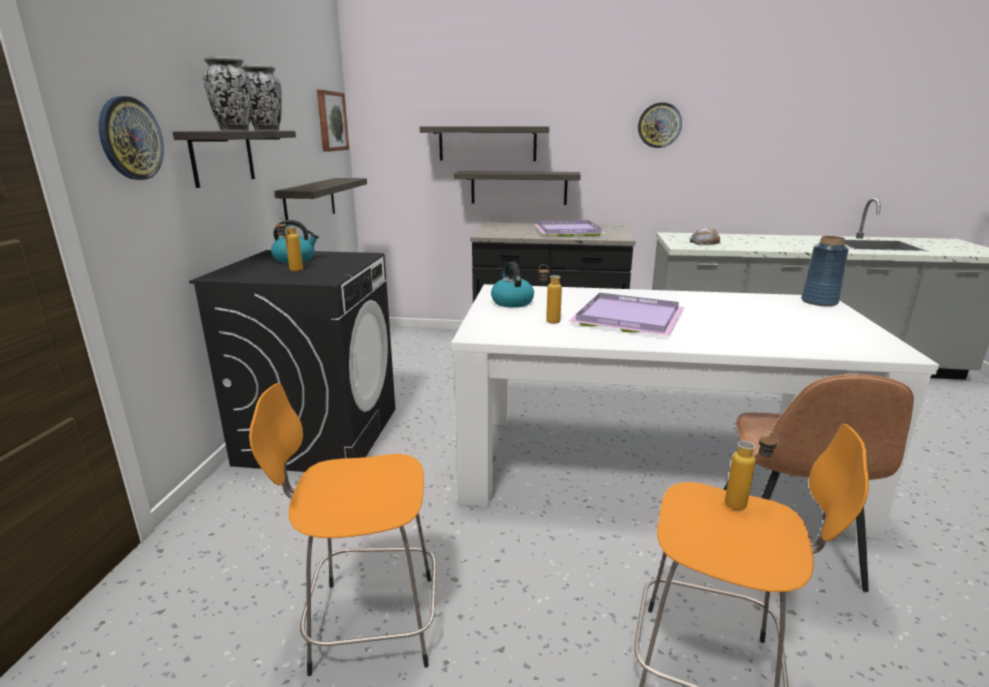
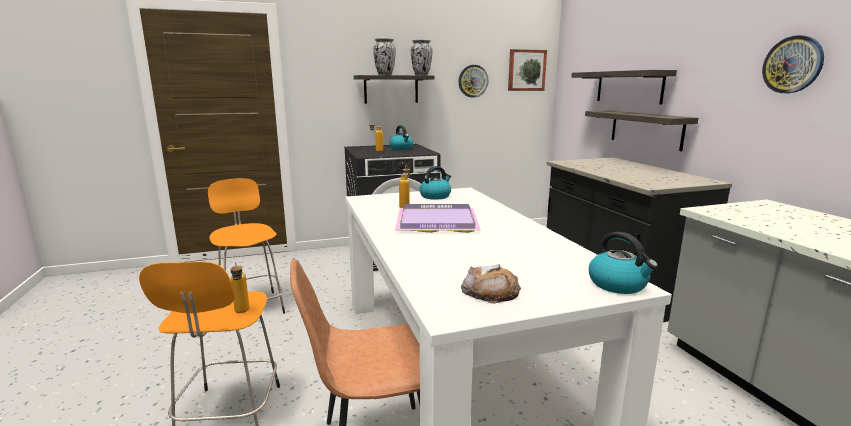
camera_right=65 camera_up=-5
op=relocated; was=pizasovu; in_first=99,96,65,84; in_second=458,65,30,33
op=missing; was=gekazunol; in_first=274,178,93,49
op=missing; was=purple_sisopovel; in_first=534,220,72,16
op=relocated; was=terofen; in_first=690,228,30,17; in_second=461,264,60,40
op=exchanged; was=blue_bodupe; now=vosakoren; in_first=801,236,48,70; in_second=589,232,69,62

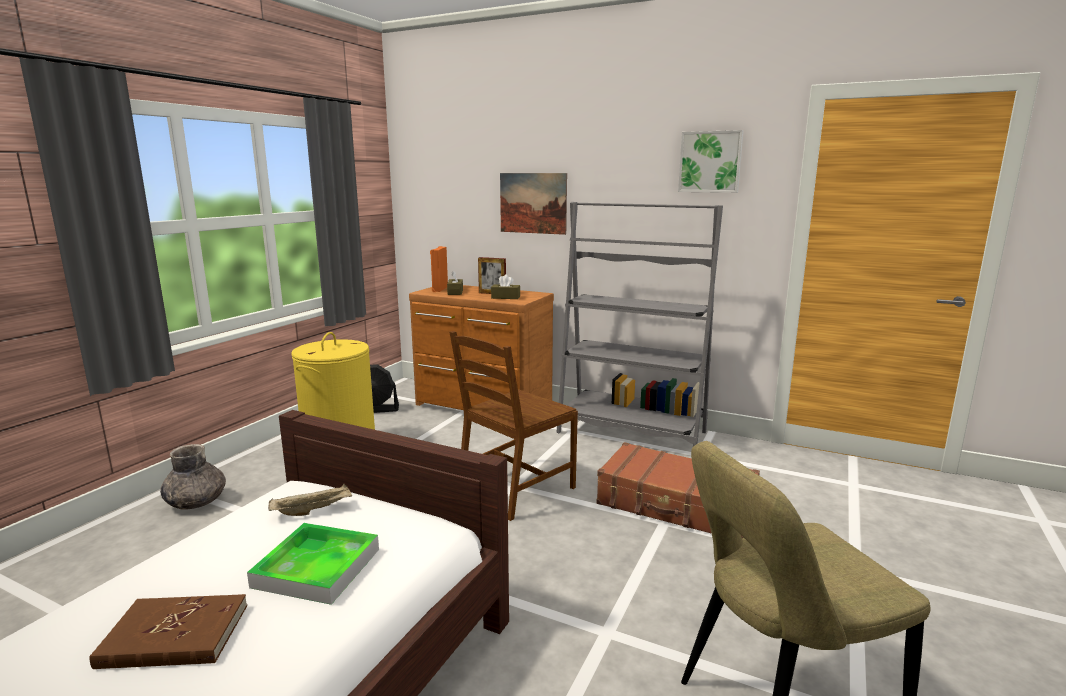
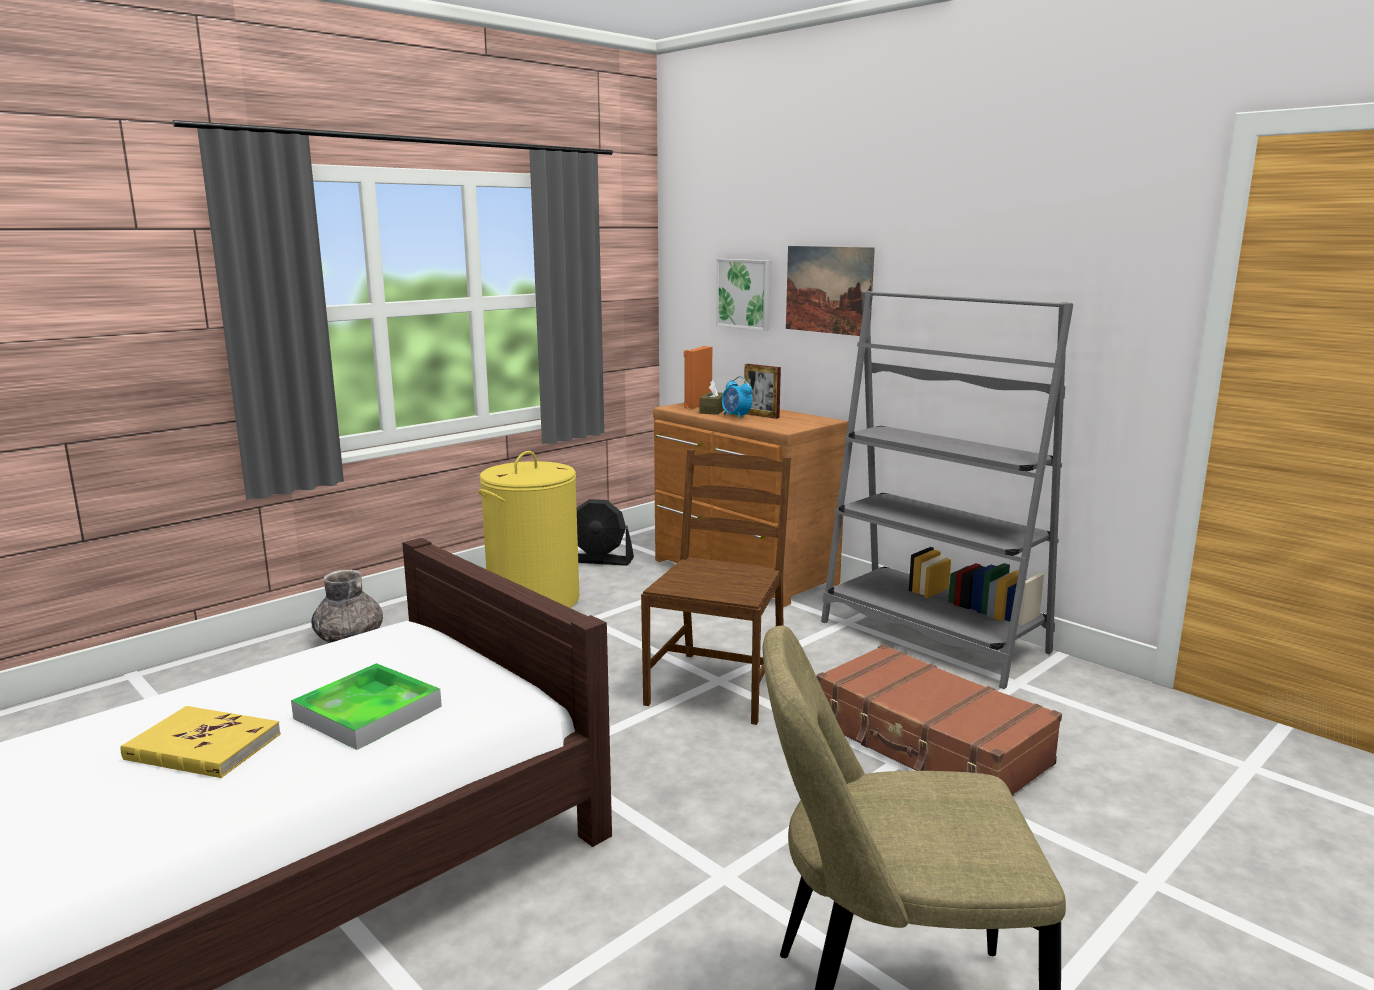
camera_right=20 camera_up=0
op=colour; was=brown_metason; now=yellow_metason; in_first=89,594,158,75; in_second=121,706,160,72
op=missing; was=beige_sisopovel; in_first=268,484,84,32
op=spun; was=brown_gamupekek; in_first=450,331,128,190; in_second=641,449,150,276; clockwise=135
op=missing; was=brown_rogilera; in_first=491,274,29,25
op=relocated; was=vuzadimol; in_first=678,130,65,63; in_second=716,259,56,72
op=appeared; now=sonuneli; in_second=722,376,30,43

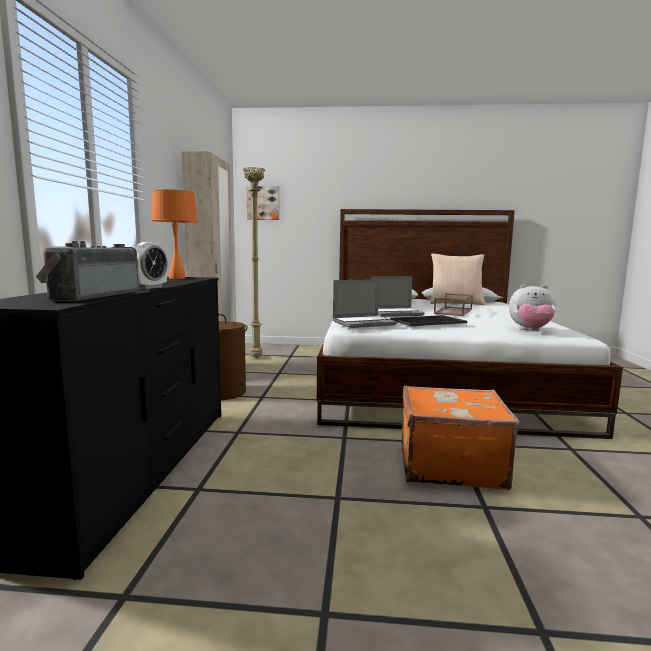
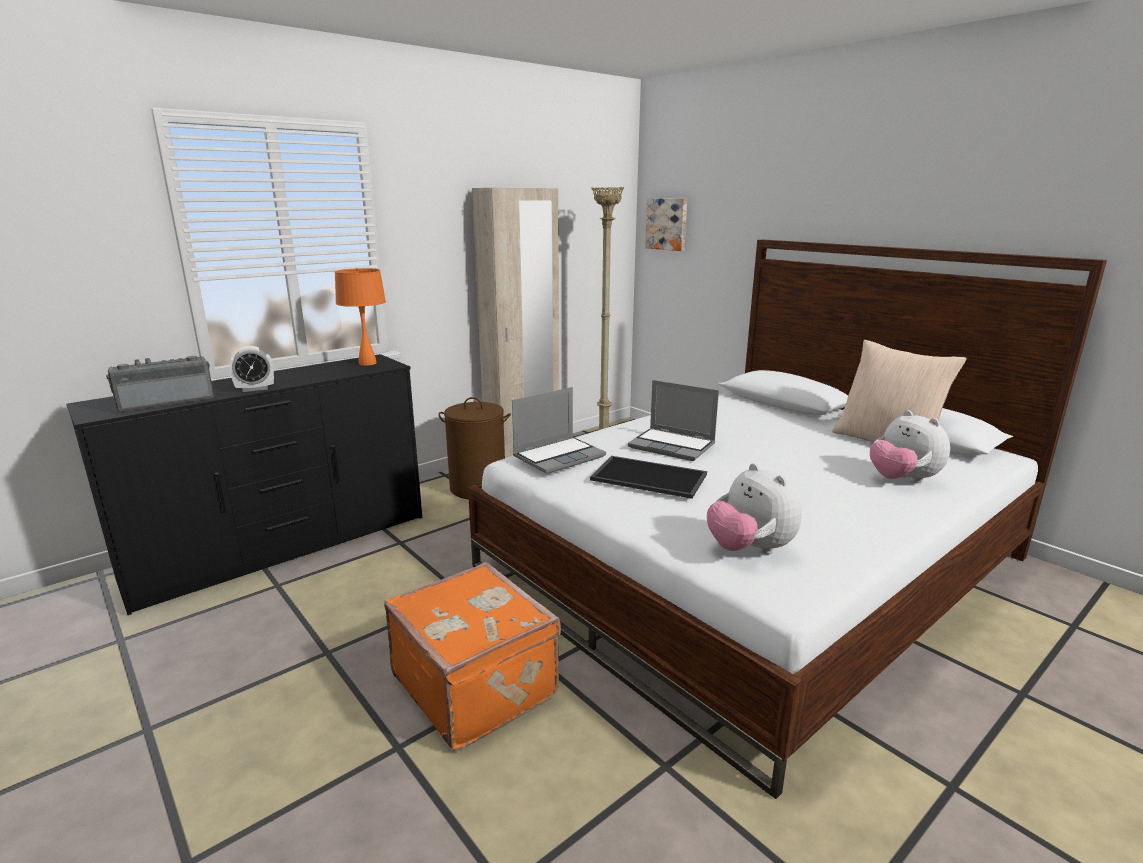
camera_right=45 camera_up=10
op=spun; was=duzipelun; in_first=332,279,65,49; in_second=512,387,94,87; clockwise=-60
op=missing; was=brown_sisopovel; in_first=434,293,39,23
op=appeared; now=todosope; in_second=870,410,80,73

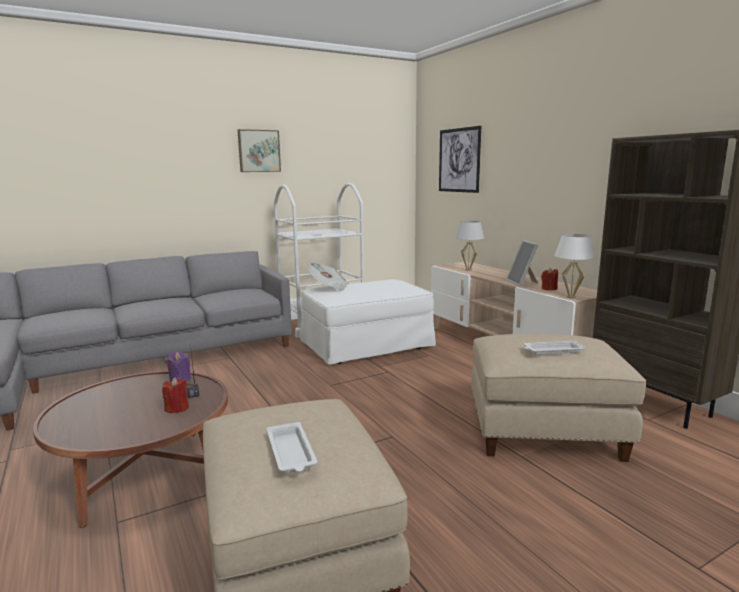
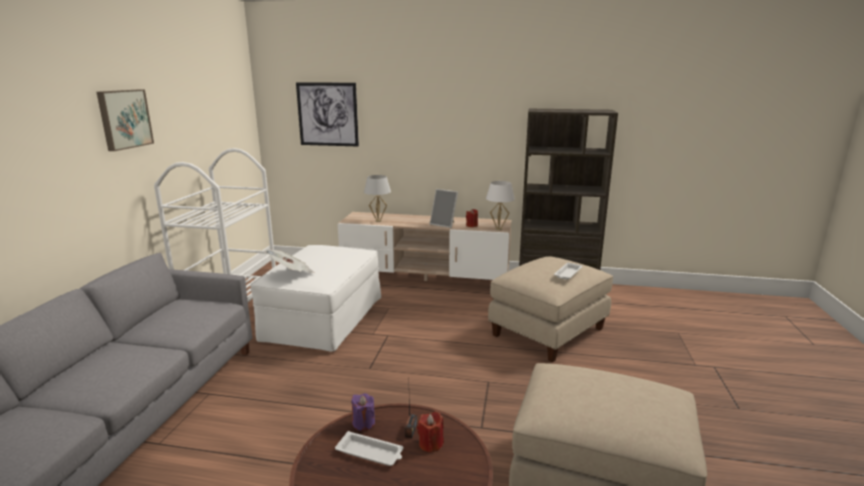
camera_right=-50 camera_up=5
op=relocated; was=white_sisopovel; in_first=267,422,51,51; in_second=335,431,68,35

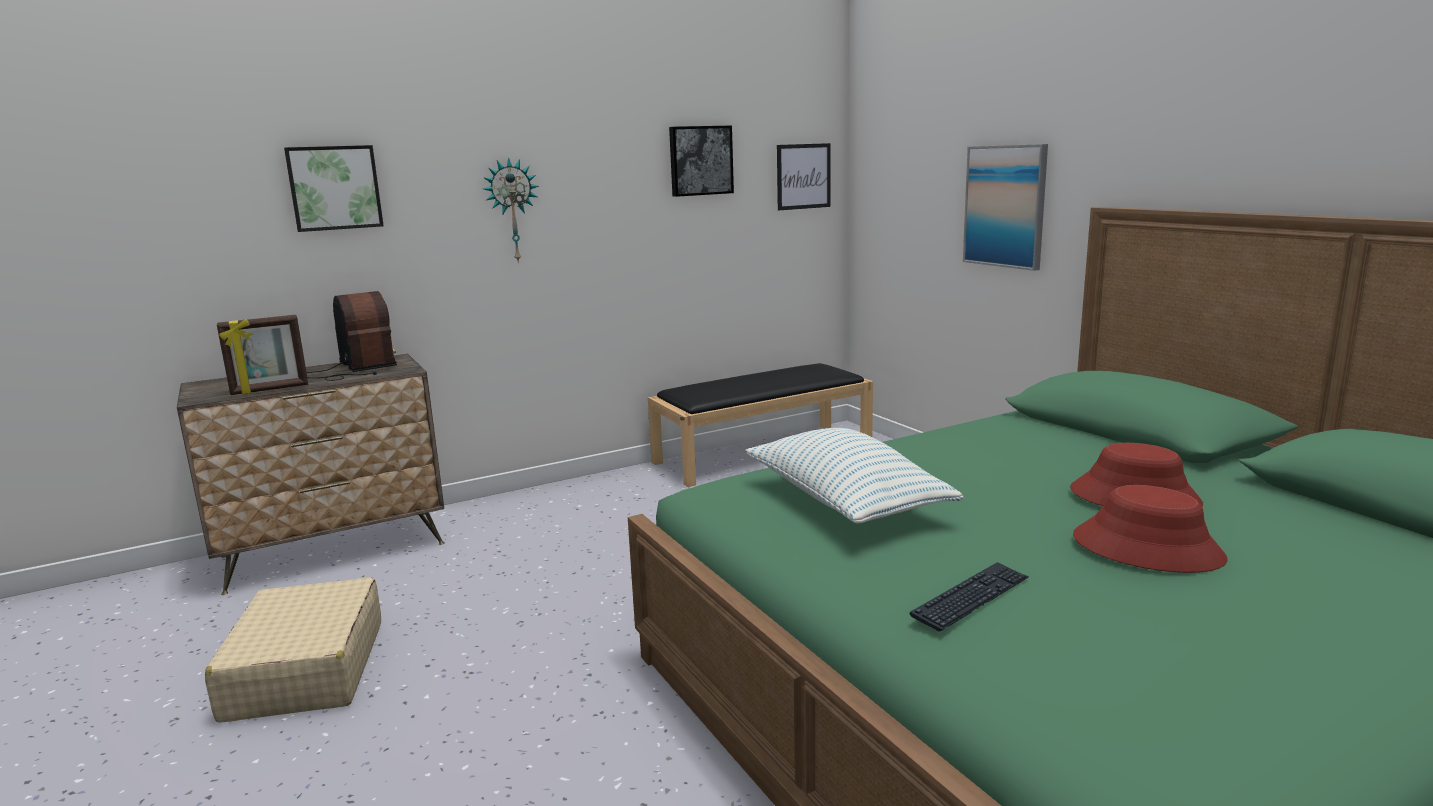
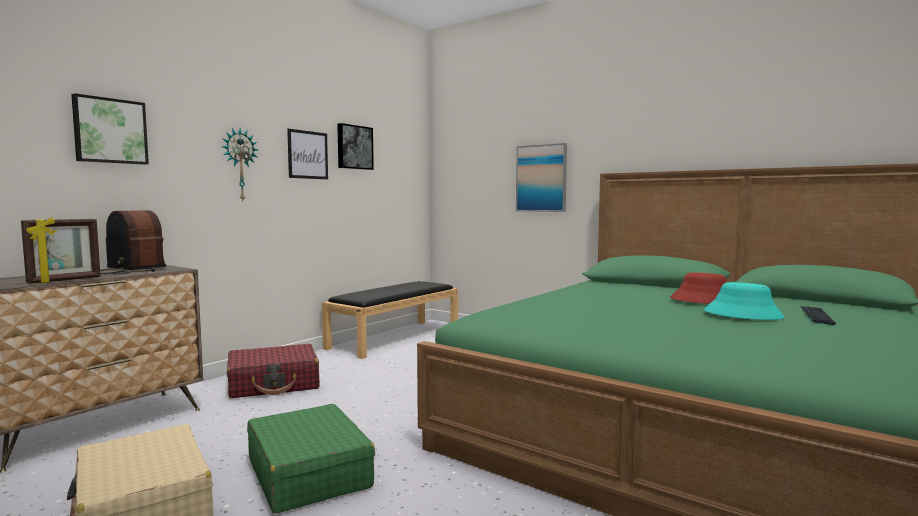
camera_right=-25 camera_up=-10
op=missing; was=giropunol; in_first=745,428,218,95
op=relocated; was=vuzadimol; in_first=777,143,54,67; in_second=287,129,41,50
op=relocated; was=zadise; in_first=910,562,119,69; in_second=801,306,35,19
op=colour; was=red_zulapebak; now=turquoise_zulapebak; in_first=1073,485,155,88; in_second=704,282,81,38
op=appeared; now=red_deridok; in_second=227,344,93,54
op=appeared; now=green_deridok; in_second=247,404,128,110

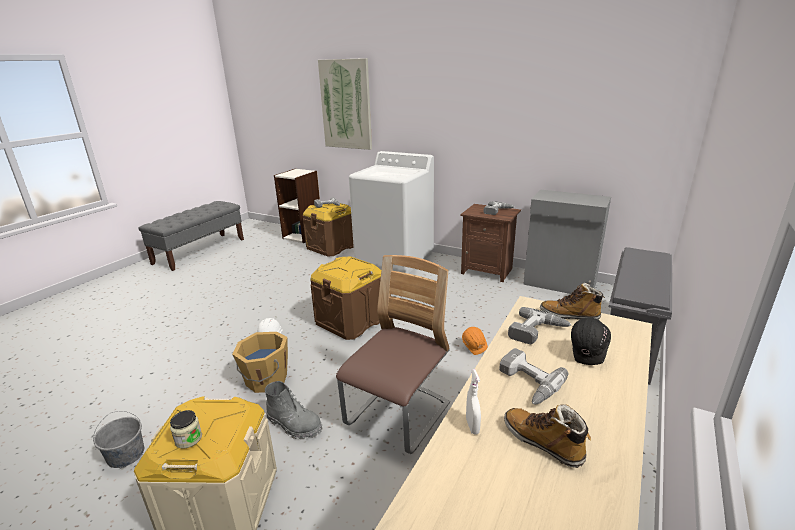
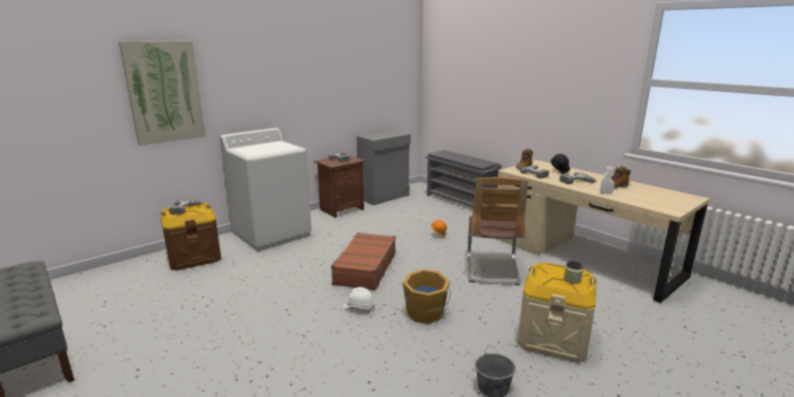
camera_right=-70 camera_up=-5
op=missing; was=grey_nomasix; in_first=265,381,57,58
op=missing; was=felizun; in_first=274,169,46,74
op=exchanged; was=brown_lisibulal; now=brown_deridok; in_first=310,256,71,84; in_second=331,232,65,58
op=spun; was=gamupekek; in_first=336,255,114,199; in_second=467,177,61,108; clockwise=-135

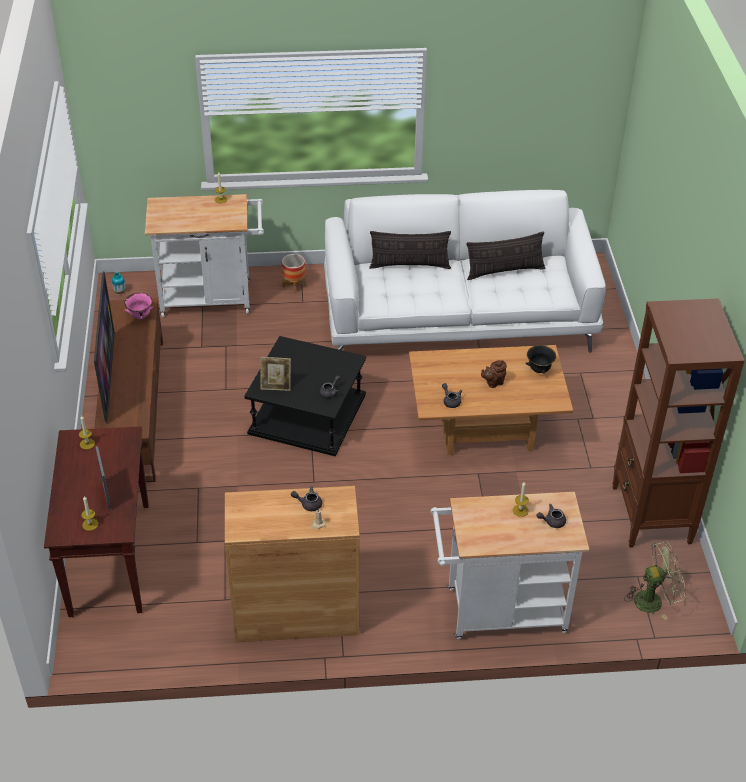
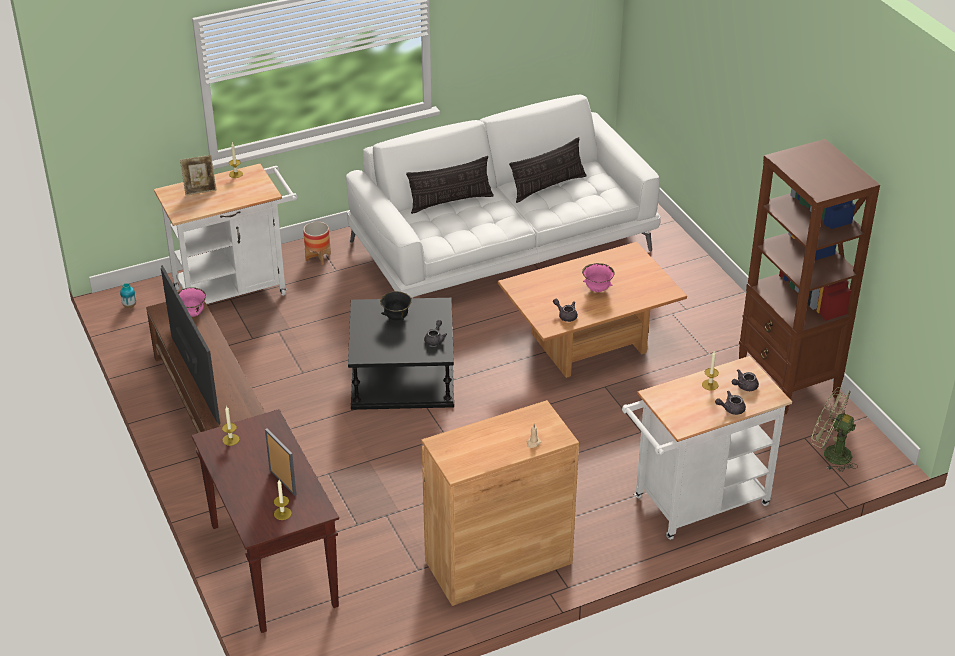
camera_right=-20 camera_up=-5
op=relocated; was=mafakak; in_first=260,357,31,34; in_second=180,155,36,40
op=relocated; was=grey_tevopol; in_first=291,486,31,25; in_second=715,391,31,24
op=exchanged; was=brown_tevopol; now=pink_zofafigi; in_first=481,360,26,28; in_second=582,263,33,29
op=relocated; was=black_zofafigi; in_first=526,345,30,29; in_second=380,291,32,29
op=spun; was=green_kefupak; in_first=624,541,61,79; in_second=811,387,47,85; clockwise=-120

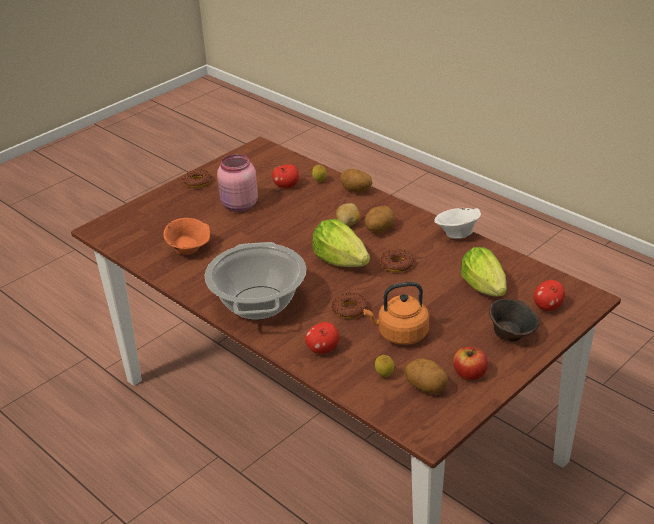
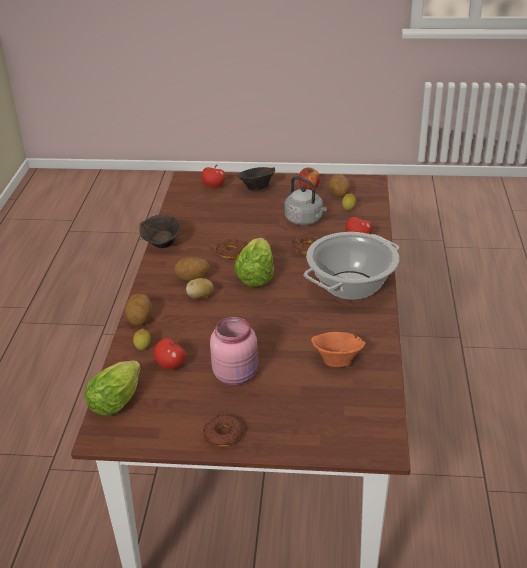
camera_right=-130 camera_up=0
op=colour; was=orange_vosakoren; now=grey_vosakoren; in_first=363,282,66,63; in_second=285,176,42,49
op=colour; was=white_zofafigi; now=brown_zofafigi; in_first=434,208,47,31; in_second=140,214,40,34
op=relocated; was=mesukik; in_first=461,247,46,50; in_second=84,360,57,56

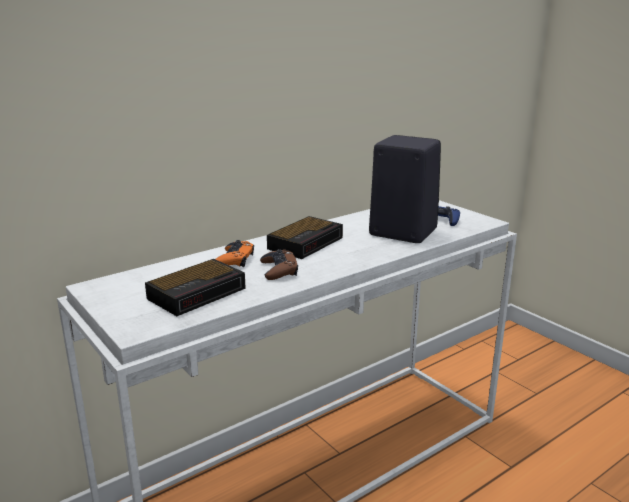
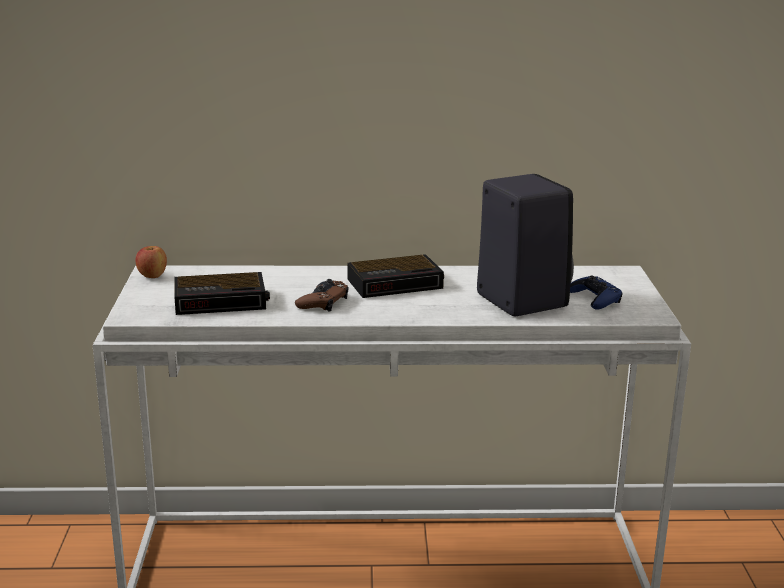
camera_right=35 camera_up=0
op=missing; was=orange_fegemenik; in_first=216,240,38,27
op=appeared; now=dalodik; in_second=135,246,32,32

